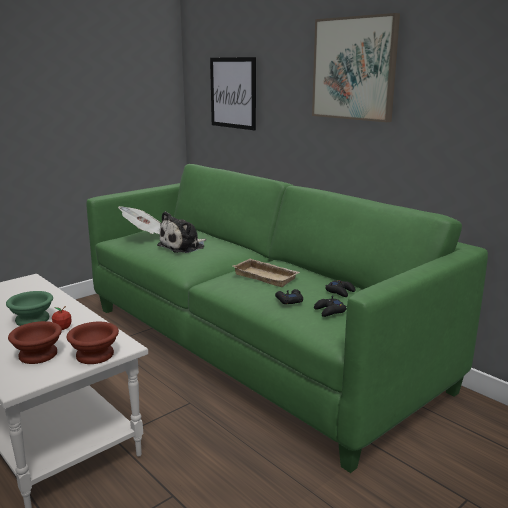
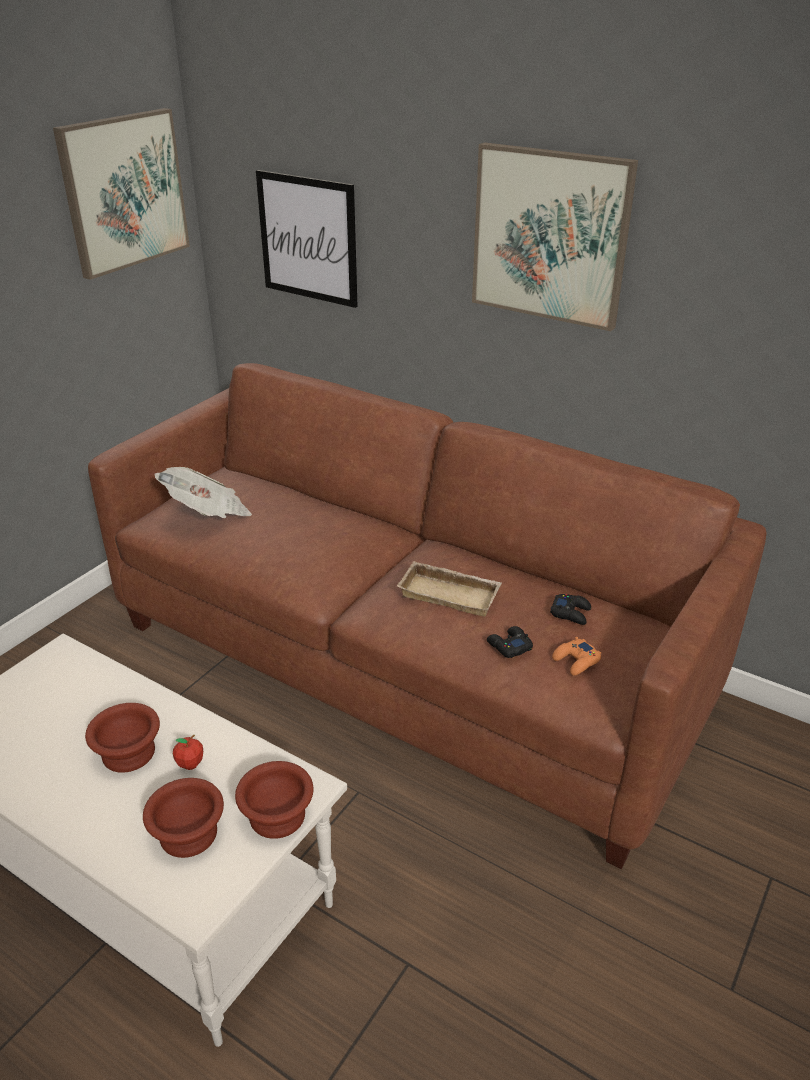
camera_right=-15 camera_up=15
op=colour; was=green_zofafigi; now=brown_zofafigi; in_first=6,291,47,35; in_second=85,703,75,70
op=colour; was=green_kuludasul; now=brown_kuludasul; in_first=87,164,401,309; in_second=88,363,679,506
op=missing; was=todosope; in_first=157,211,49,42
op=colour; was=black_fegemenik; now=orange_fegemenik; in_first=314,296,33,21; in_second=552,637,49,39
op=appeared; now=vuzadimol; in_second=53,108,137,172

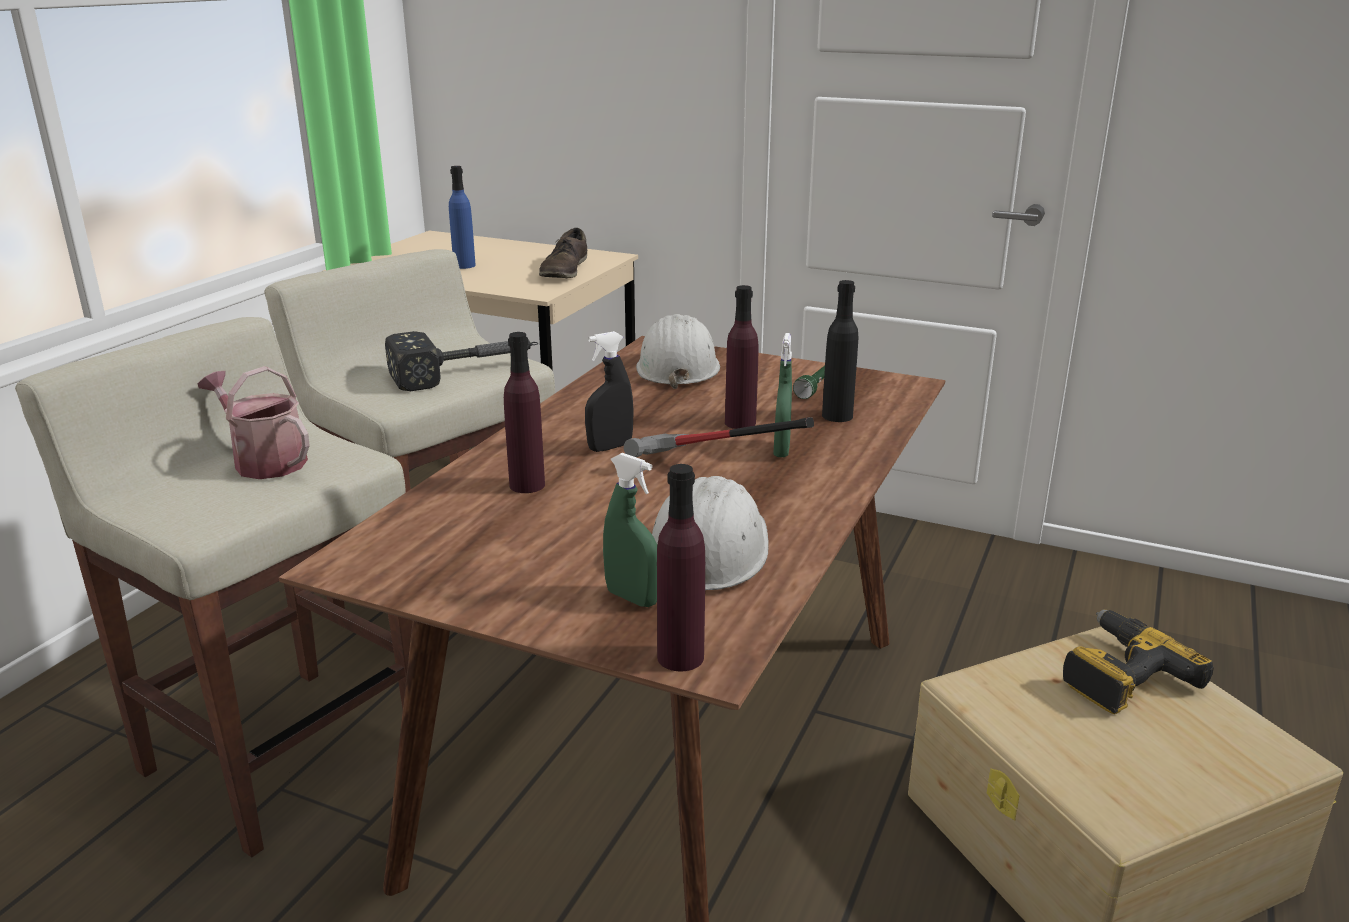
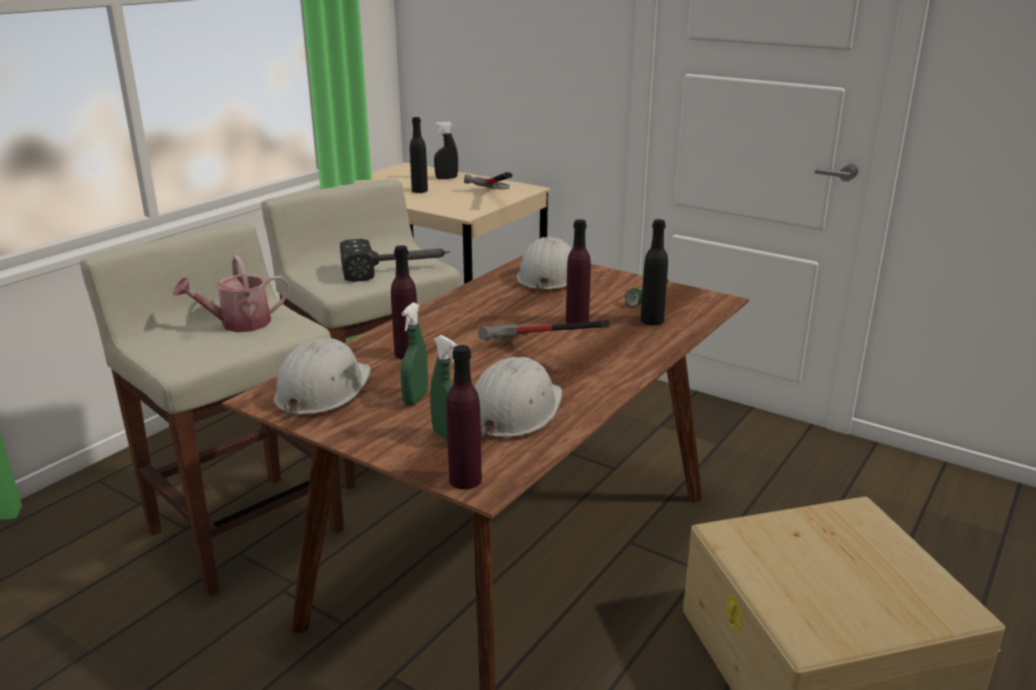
camera_right=10 camera_up=0
op=spun; was=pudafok; in_first=198,366,112,113; in_second=173,255,116,77; clockwise=-75
op=colour; was=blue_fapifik; now=black_fapifik; in_first=449,166,26,103; in_second=410,117,18,76
op=exchanged; was=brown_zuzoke; now=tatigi; in_first=539,228,48,50; in_second=464,172,49,17
op=relocated; was=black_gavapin; in_first=585,331,49,121; in_second=434,121,24,58
op=relocated; was=green_gavapin; in_first=773,333,19,124; in_second=401,303,27,103
op=missing; was=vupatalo; in_first=1063,610,151,104
op=appeared; now=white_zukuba; in_second=274,338,97,79

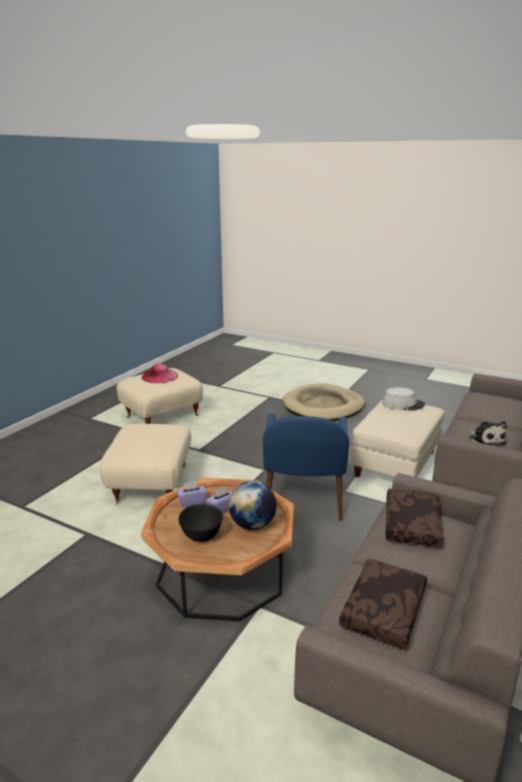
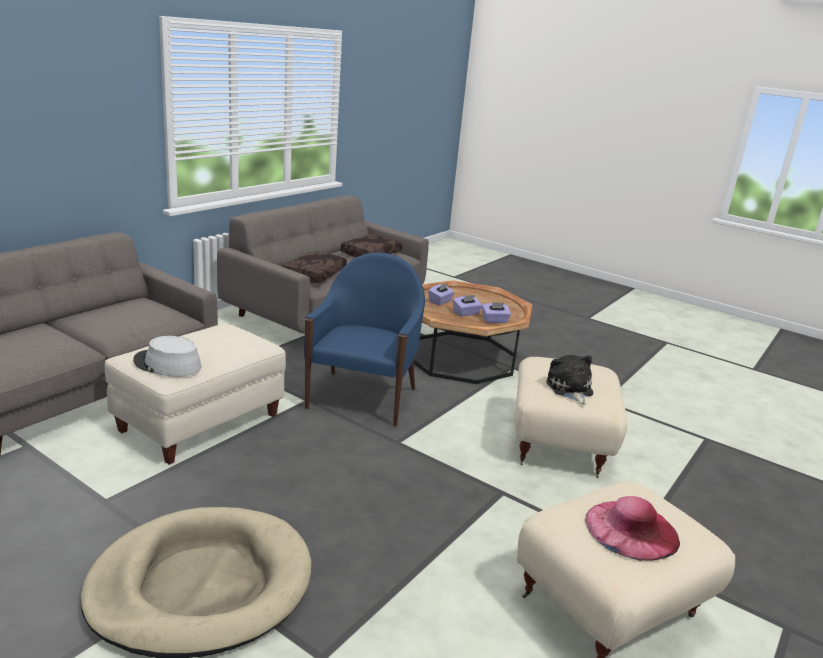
camera_right=-175 camera_up=0
op=missing; was=black_zofafigi; in_first=178,504,45,38
op=exchanged; was=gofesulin; now=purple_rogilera; in_first=228,481,49,49; in_second=428,283,27,22
op=relocated; was=todosope; in_first=469,421,38,24; in_second=546,355,47,50

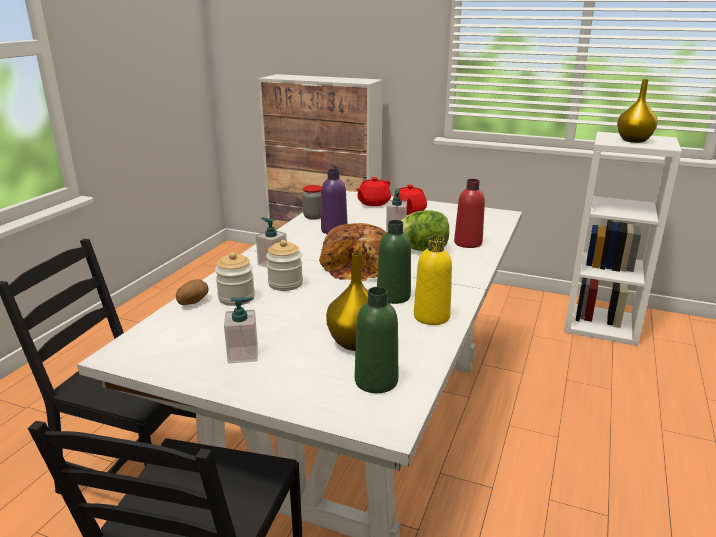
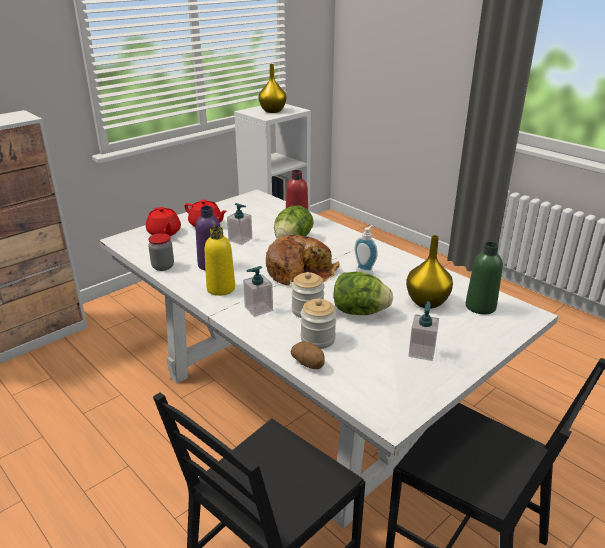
camera_right=-65 camera_up=5
op=exchanged; was=green_fapifik; now=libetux; in_first=377,220,34,84; in_second=355,225,23,51
op=relocated; was=yellow_fapifik; in_first=414,236,38,89; in_second=205,226,30,70
op=appeared; now=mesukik; in_second=334,272,59,43

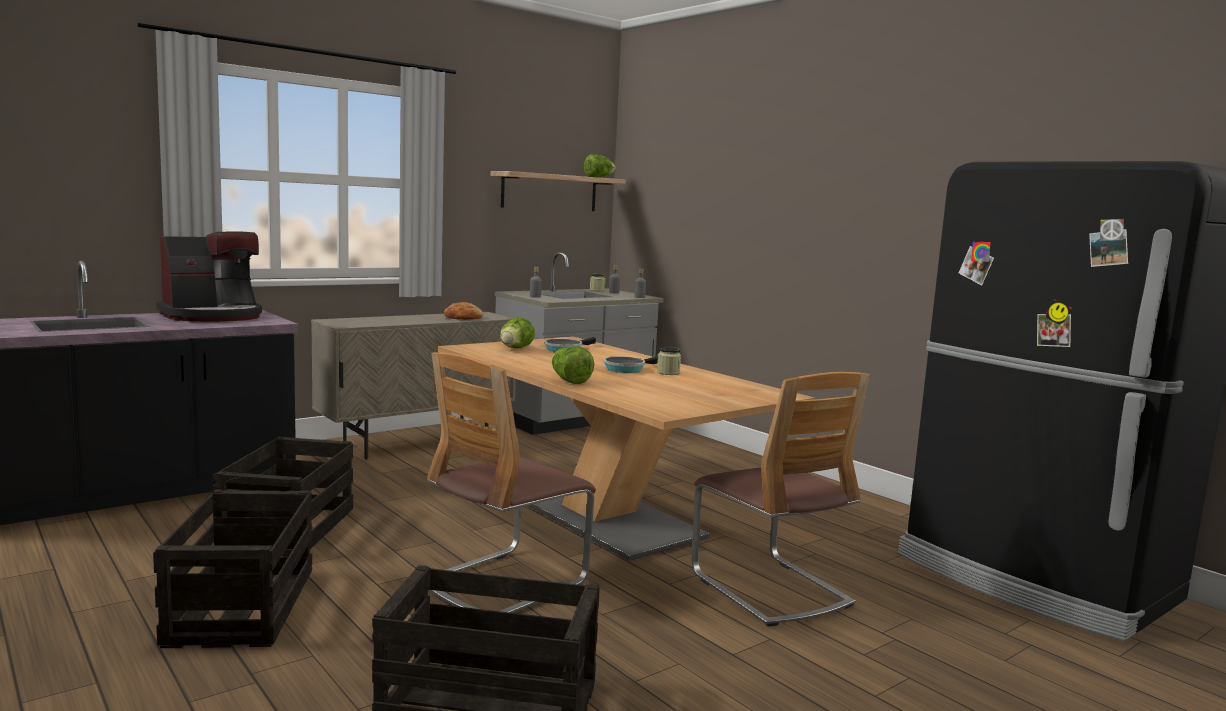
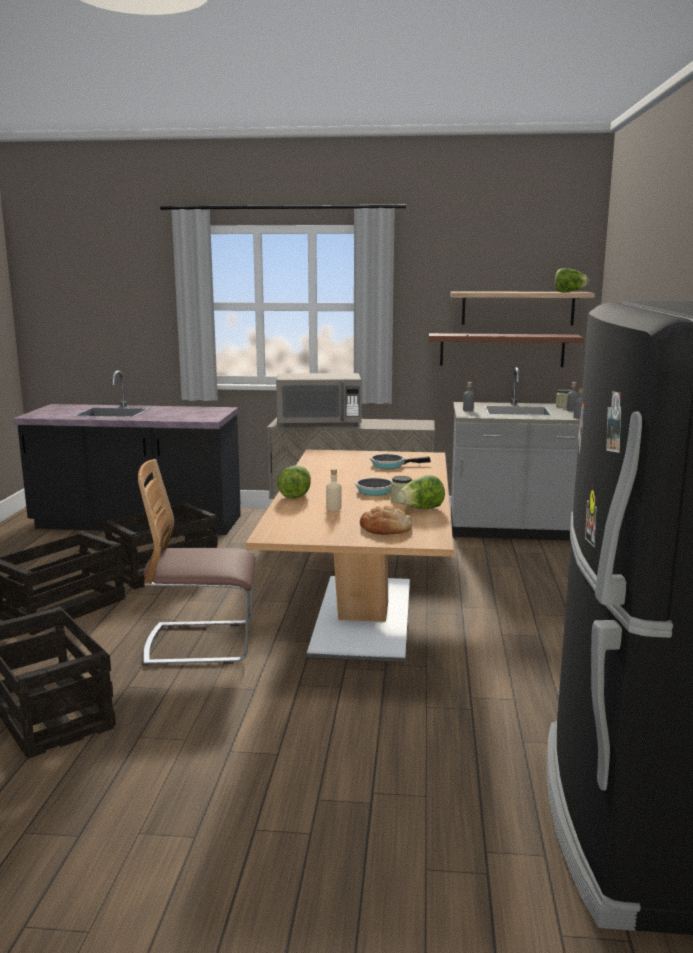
camera_right=45 camera_up=5
op=missing; was=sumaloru; in_first=156,231,106,91
op=relocated; was=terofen; in_first=444,302,39,18; in_second=360,506,52,29
op=relocated; was=mesukik; in_first=500,318,35,30; in_second=397,475,48,34
op=missing; was=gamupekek; in_first=692,372,178,255
op=appeared; now=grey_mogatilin; in_second=276,373,86,53
op=appeared; now=beige_fapifik; in_second=326,469,16,42
op=appeared; now=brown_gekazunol; in_second=429,333,155,34

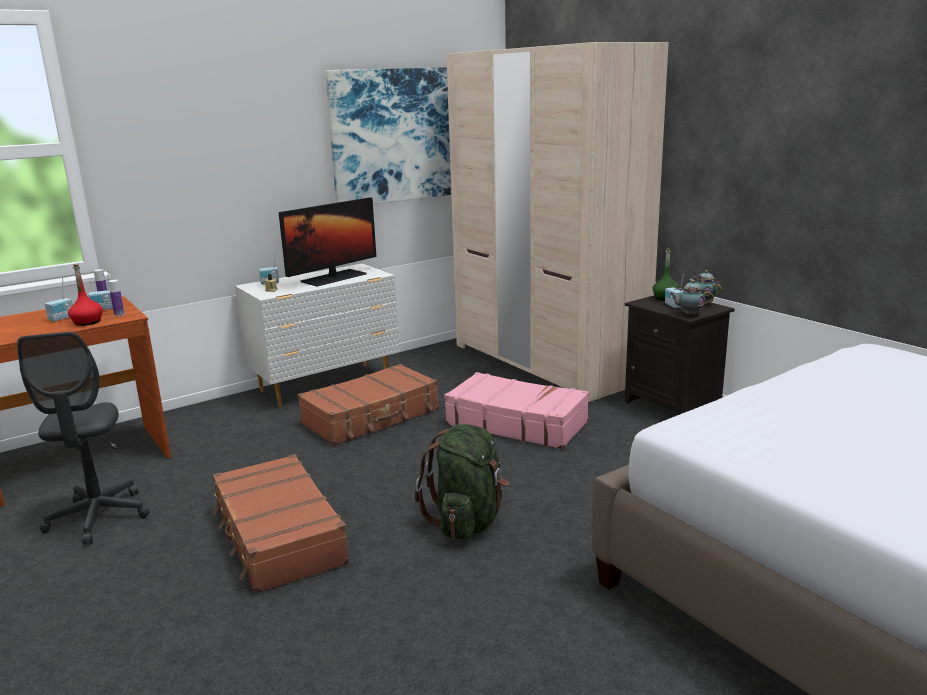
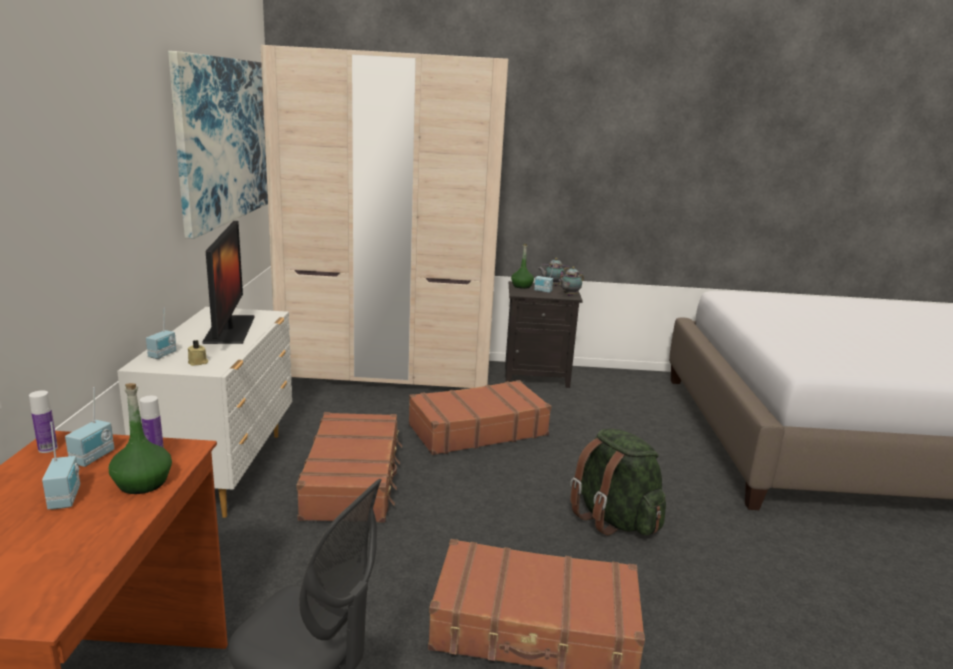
camera_right=-55 camera_up=0
op=colour; was=red_fapifik; now=green_fapifik; in_first=68,264,35,62; in_second=109,383,63,111
op=colour; was=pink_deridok; now=brown_deridok; in_first=444,372,145,77; in_second=409,380,143,75

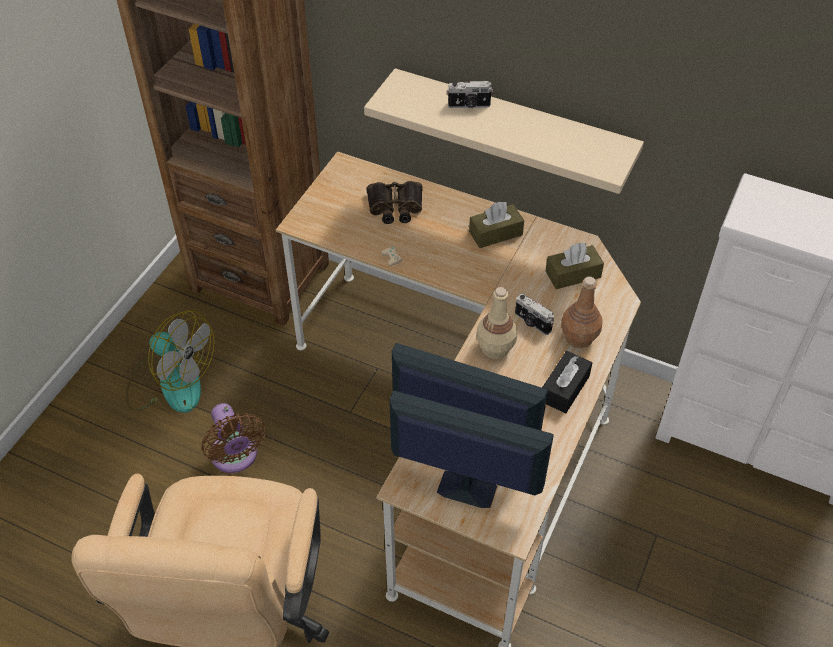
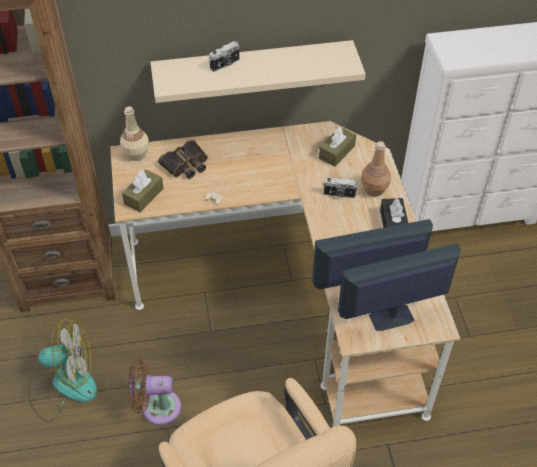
camera_right=-35 camera_up=0
op=spun; was=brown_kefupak; in_first=201,403,64,70; in_second=129,359,52,67; clockwise=150
op=relocated; was=brown_rogilera; in_first=469,202,55,46; in_second=122,170,42,42
op=relocated; was=beige_fapifik; in_first=476,287,41,72; in_second=120,106,29,55

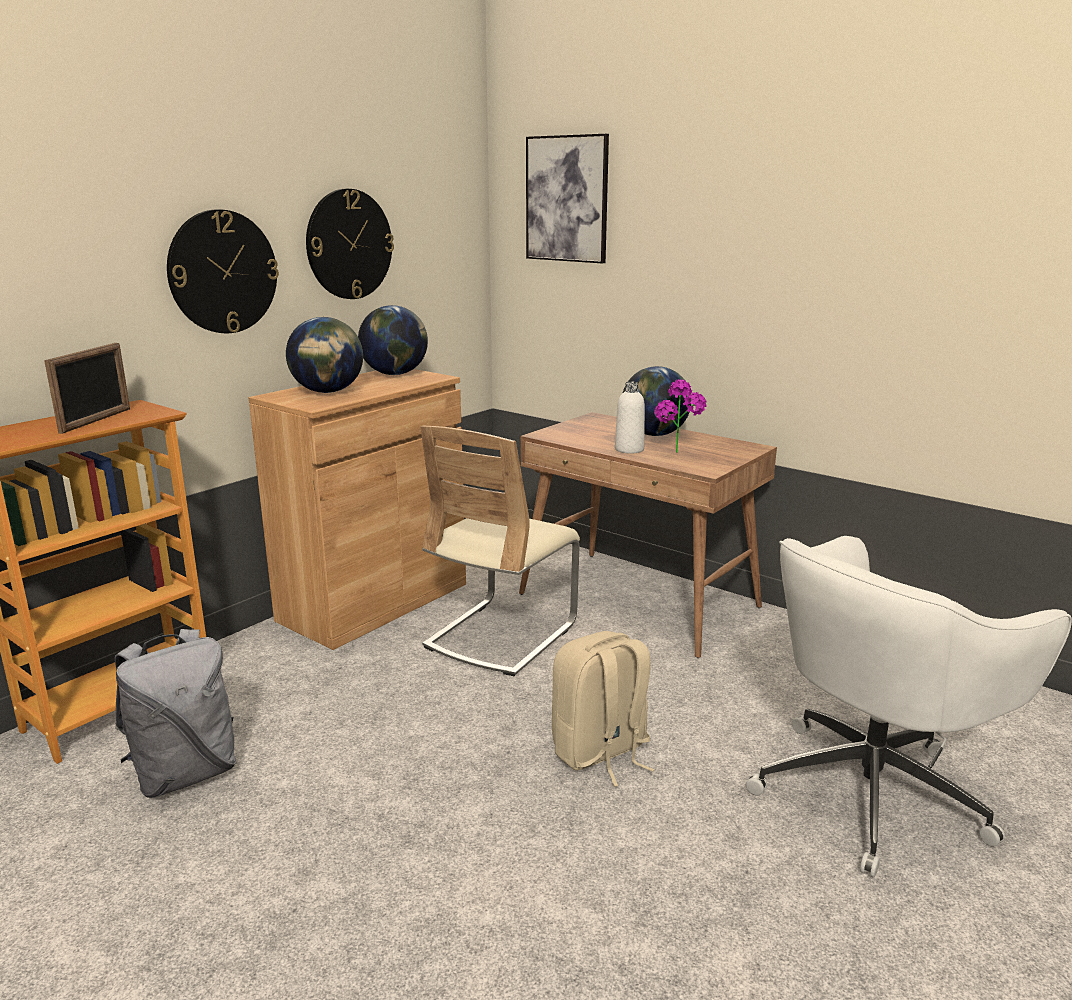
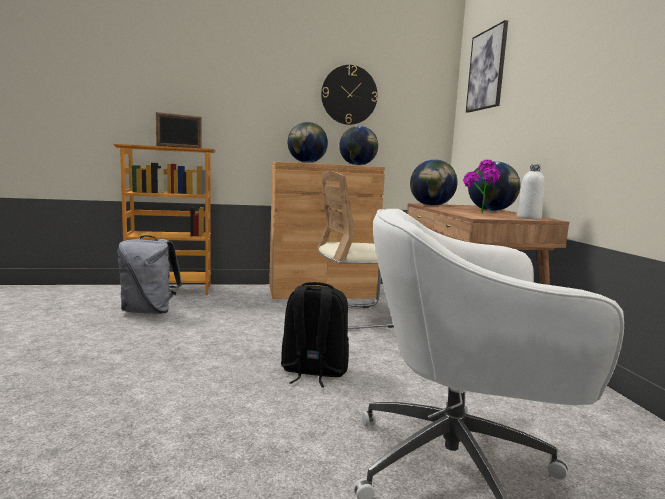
camera_right=40 camera_up=-10
op=missing; was=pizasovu; in_first=167,209,112,124
op=colour; was=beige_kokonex; now=black_kokonex; in_first=552,631,103,156; in_second=281,282,68,105
op=relocated; was=white_fapifik; in_first=615,381,30,73; in_second=517,164,28,56
op=appeared; now=gofesulin; in_second=410,159,48,47

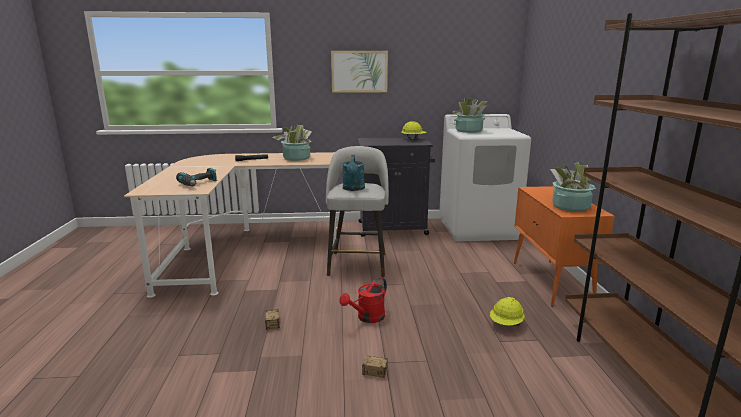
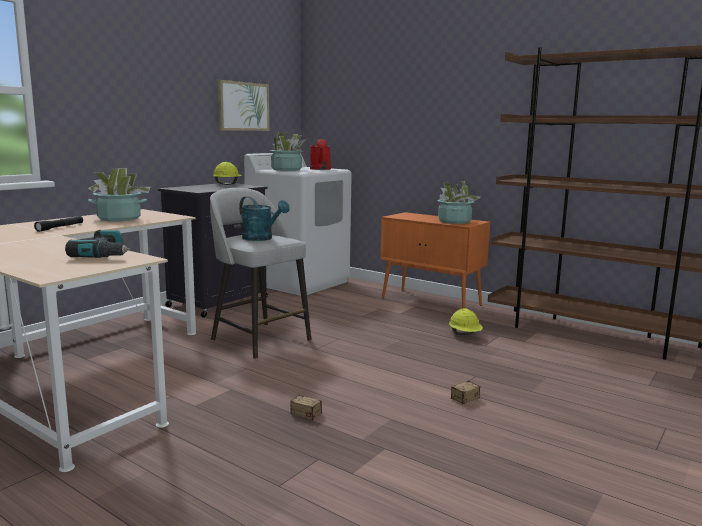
camera_right=-50 camera_up=-5
op=relocated; was=vuzadimol; in_first=331,51,57,42; in_second=218,80,51,51
op=relocated; was=red_pudafok; in_first=340,277,47,46; in_second=310,139,21,31

